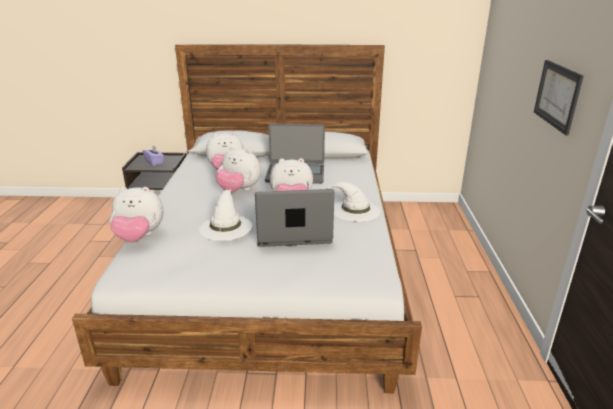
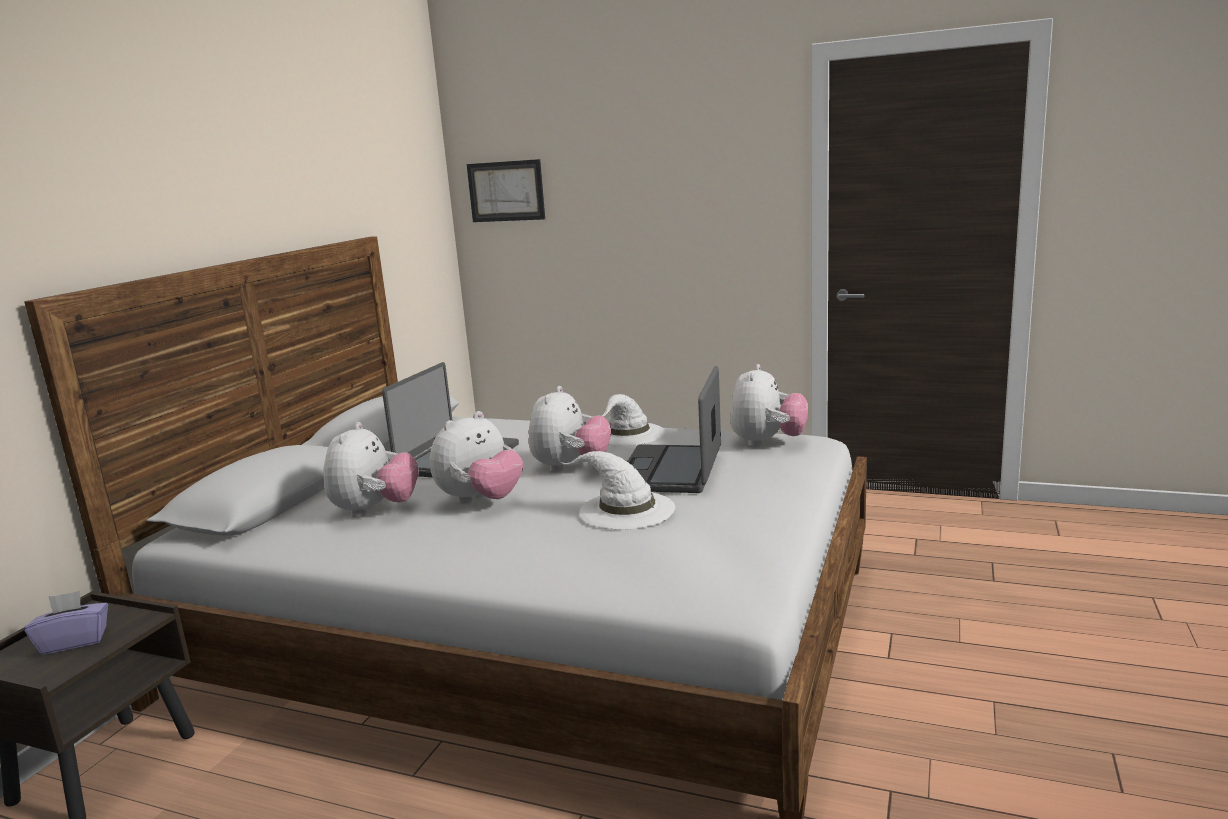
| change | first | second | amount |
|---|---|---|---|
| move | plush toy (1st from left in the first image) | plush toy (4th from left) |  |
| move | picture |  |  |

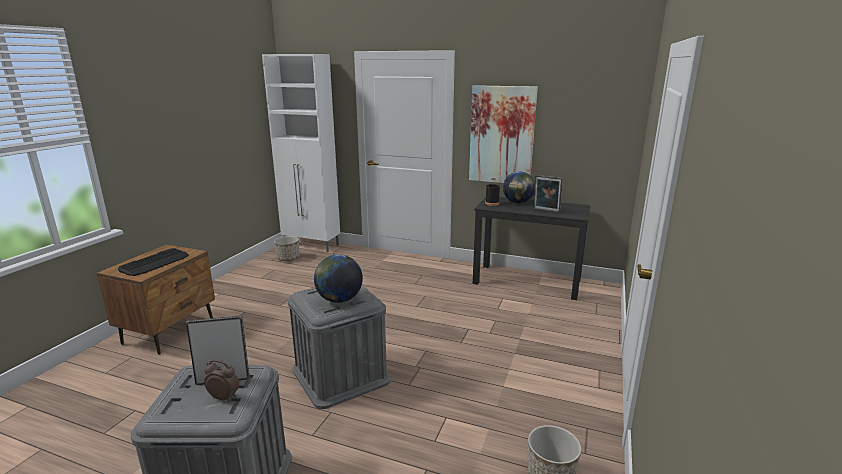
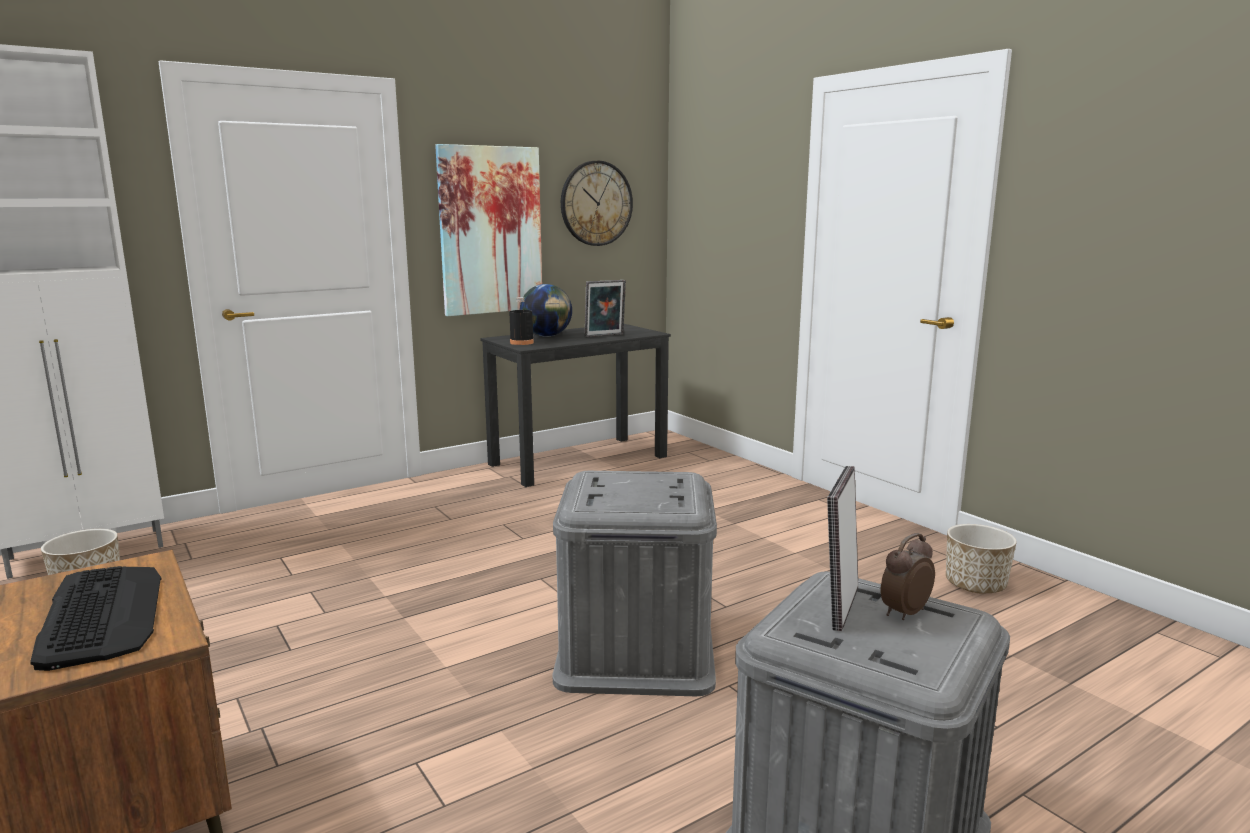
| change | first | second | amount |
|---|---|---|---|
| delete | globe (1st from left) |  |  |
| insert |  | wall clock |  |

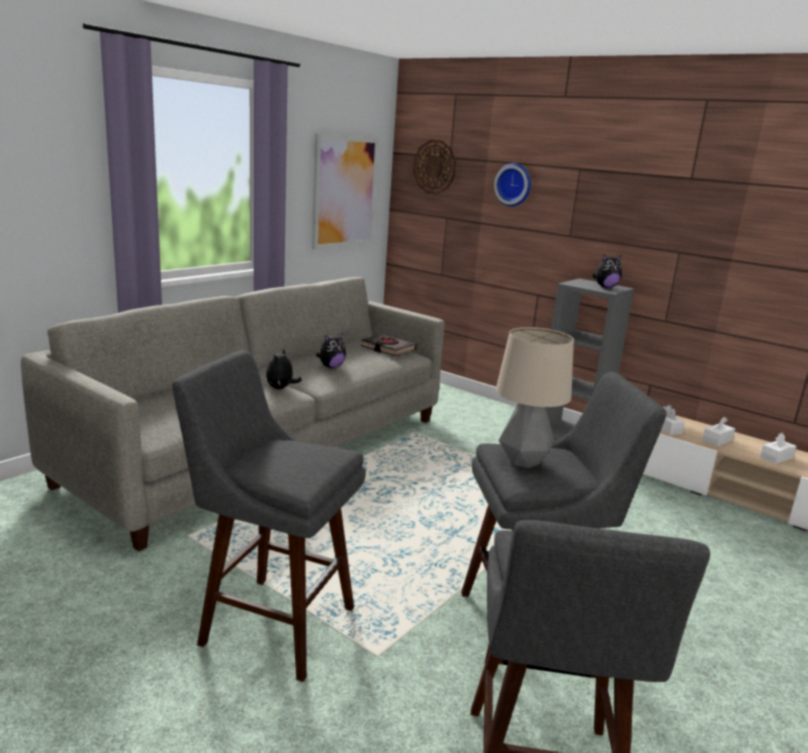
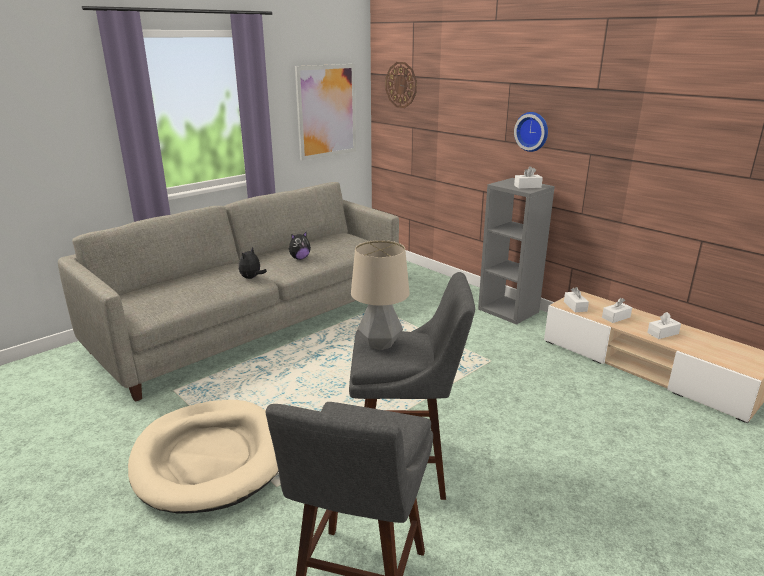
| change | first | second | amount |
|---|---|---|---|
| delete | book (black) |  |  |
| move | wall clock (2nd from left) |  |  |
| replace | stool (grey) (1st from left) | dog bed (beige) |  |
| replace | plush toy (3rd from left) | tissue box (white) (1st from left) |  |

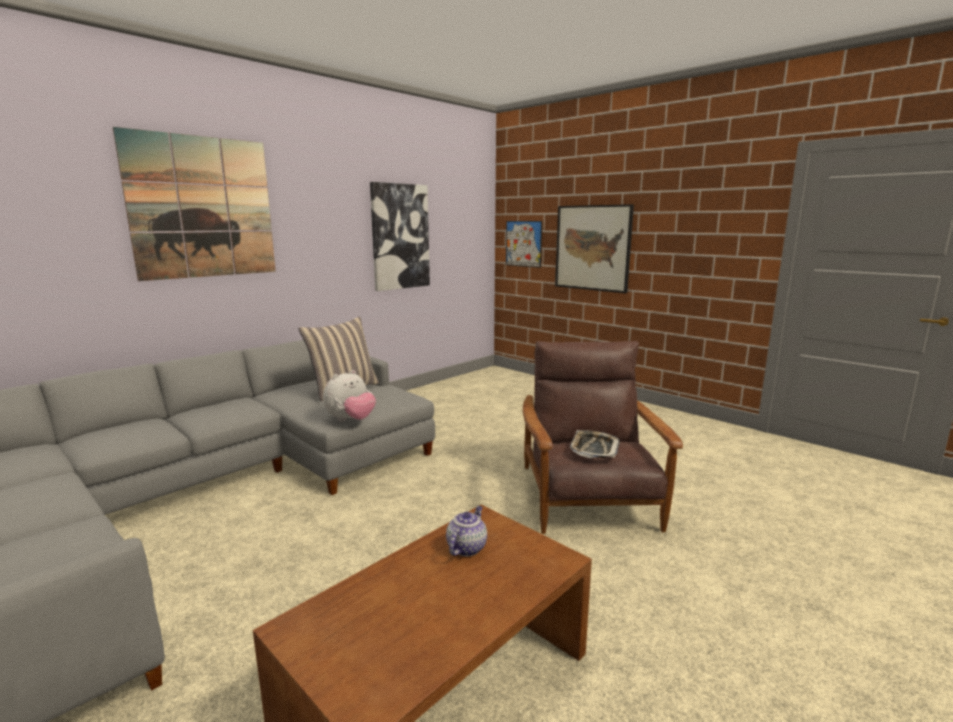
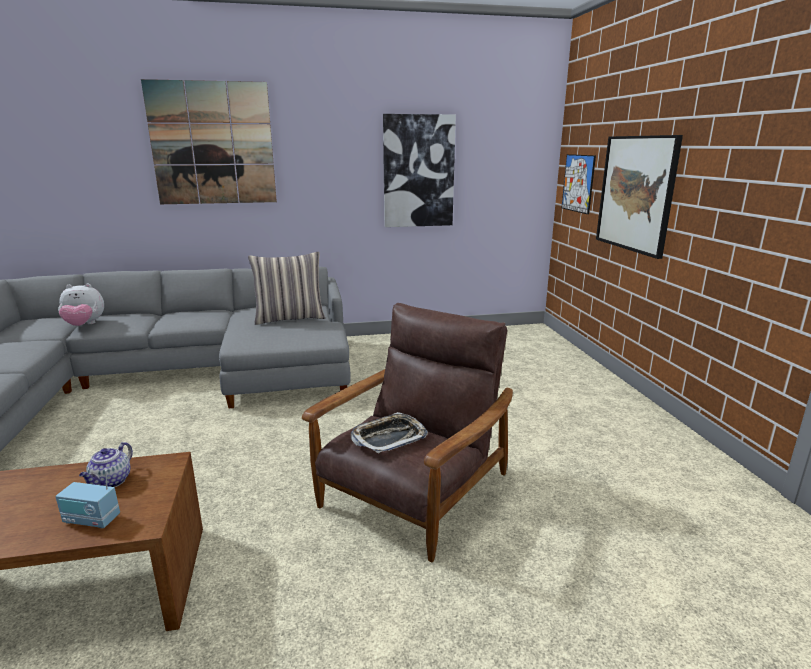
| change | first | second | amount |
|---|---|---|---|
| insert |  | radio |  |
| move | plush toy |  |  |
| rotate | teapot |  | 135 degrees clockwise |

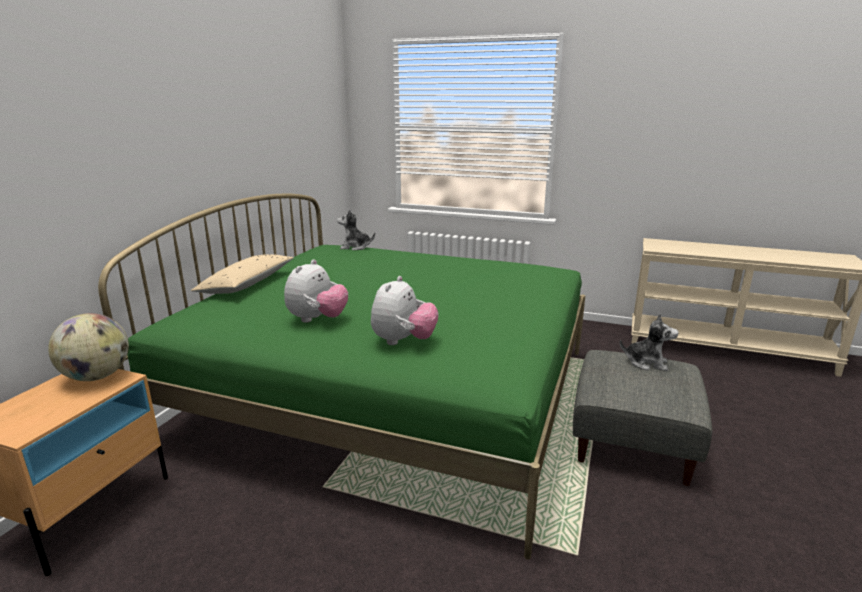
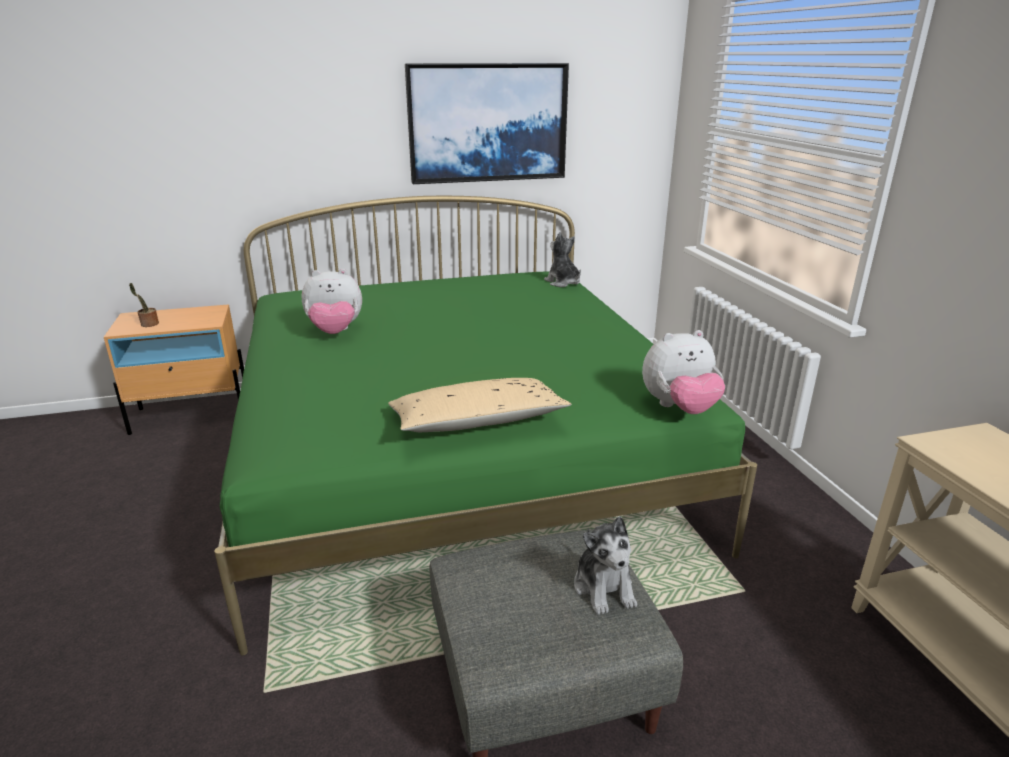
| change | first | second | amount |
|---|---|---|---|
| delete | globe |  |  |
| insert |  | potted plant |  |
| insert |  | picture |  |
| move | pillow (beige) |  |  |
| move | plush toy (3rd from left in the first image) | plush toy (4th from left) |  |

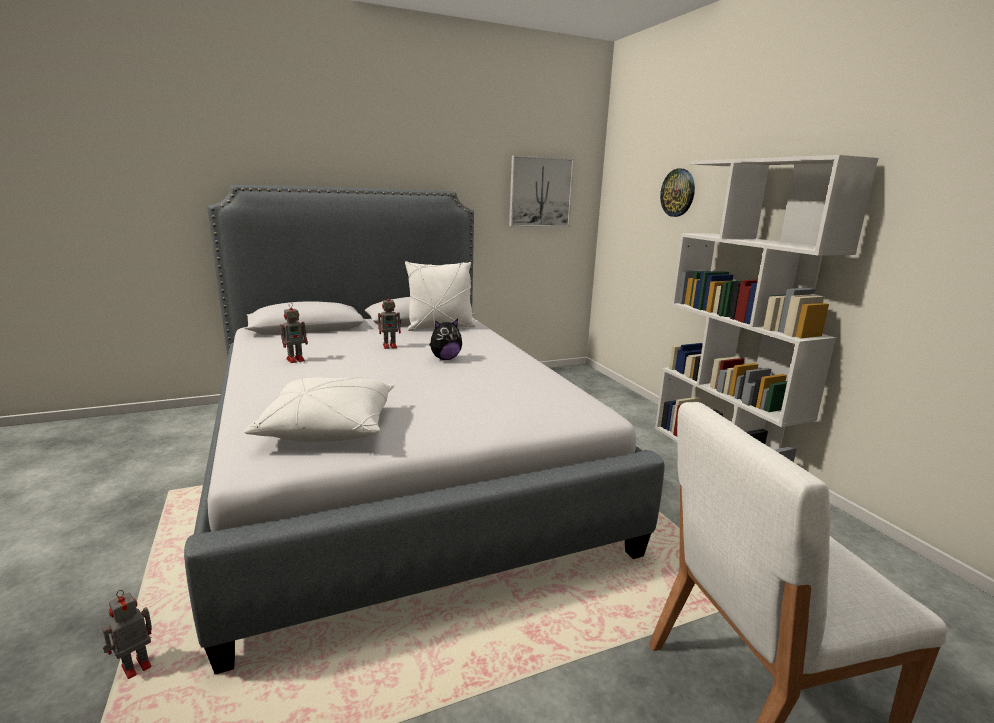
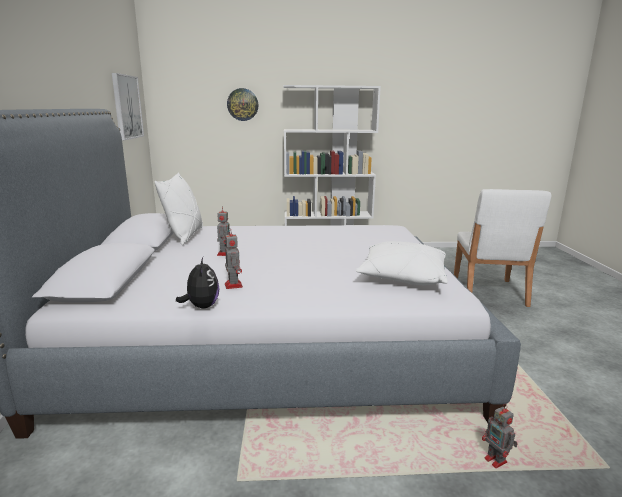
| change | first | second | amount |
|---|---|---|---|
| move | plush toy |  |  |

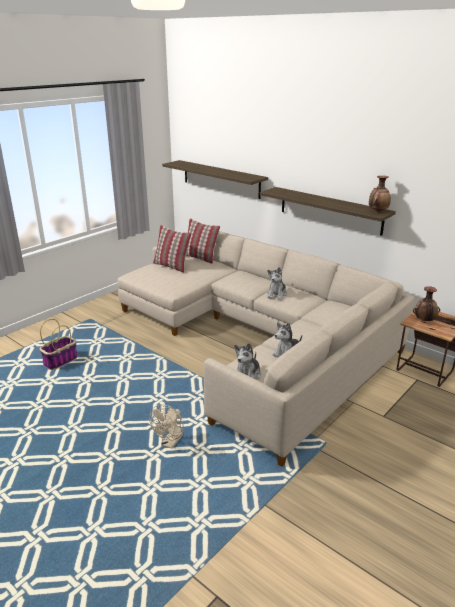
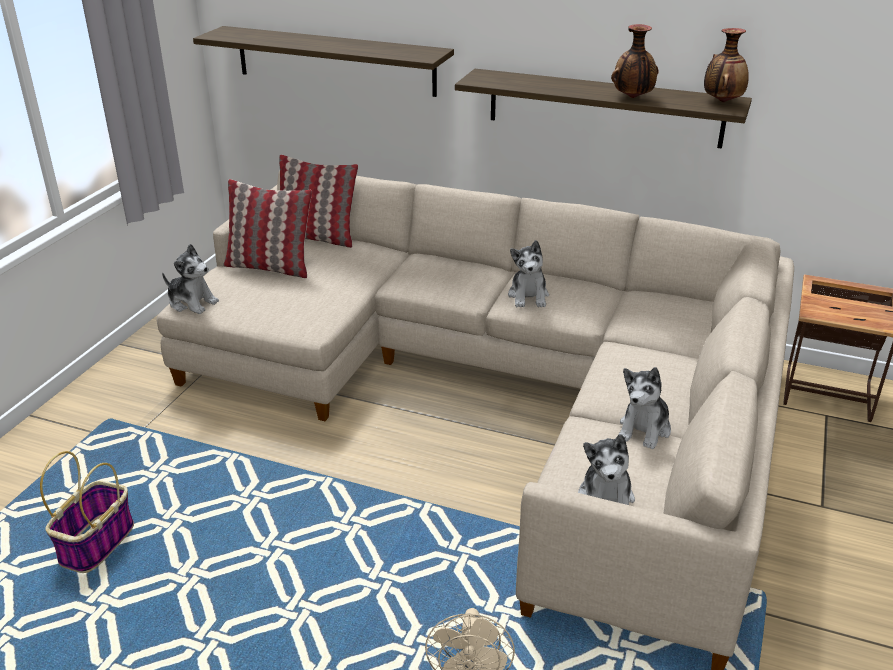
| change | first | second | amount |
|---|---|---|---|
| insert |  | plush toy (1st from left) |  |
| move | vase (2nd from left in the first image) | vase (1st from left) |  |

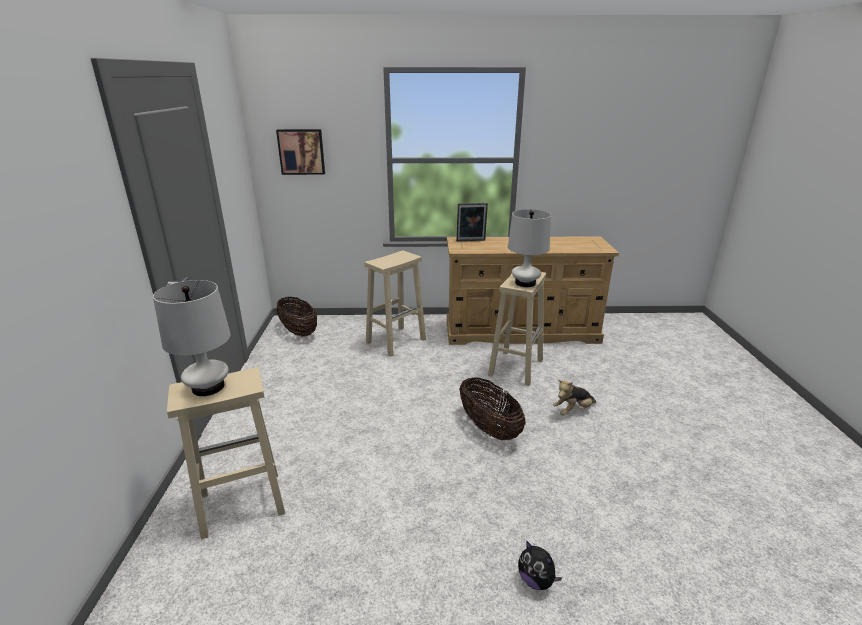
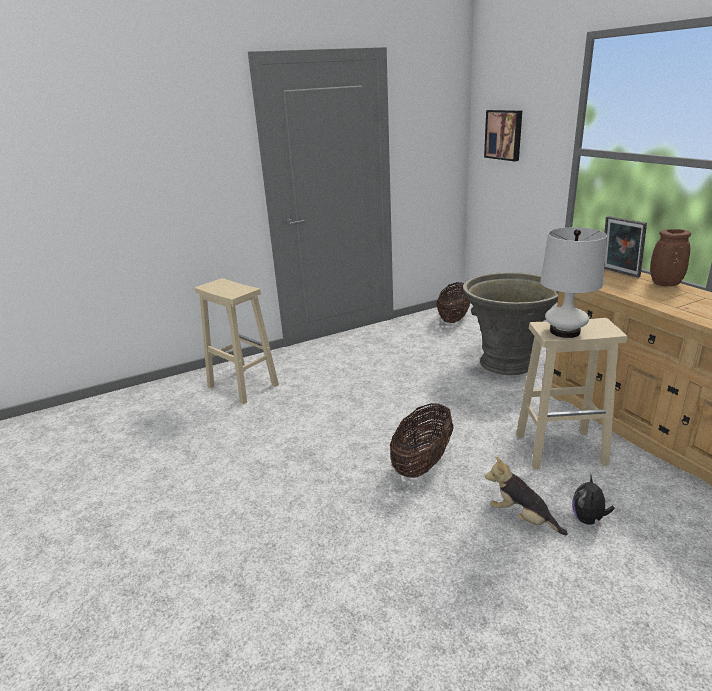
| change | first | second | amount |
|---|---|---|---|
| delete | table lamp (white) (1st from left) |  |  |
| insert |  | vase (brown) |  |
| move | plush toy (1st from left in the first image) | plush toy (2nd from left) |  |
| replace | stool (beige) (2nd from left) | planter (grey) |  |

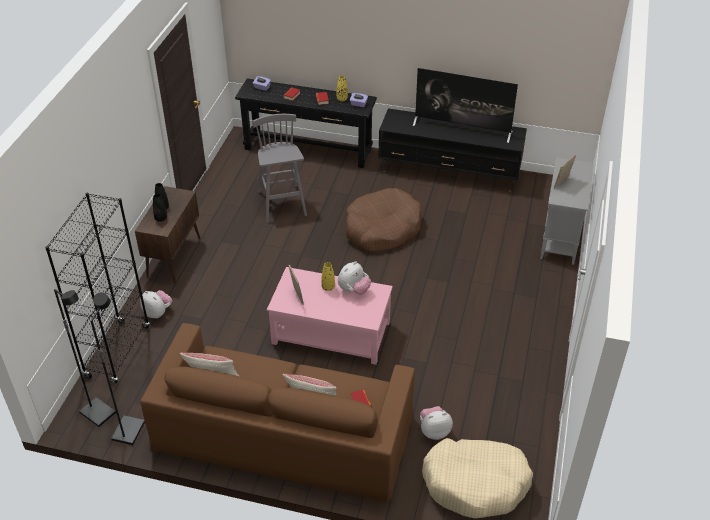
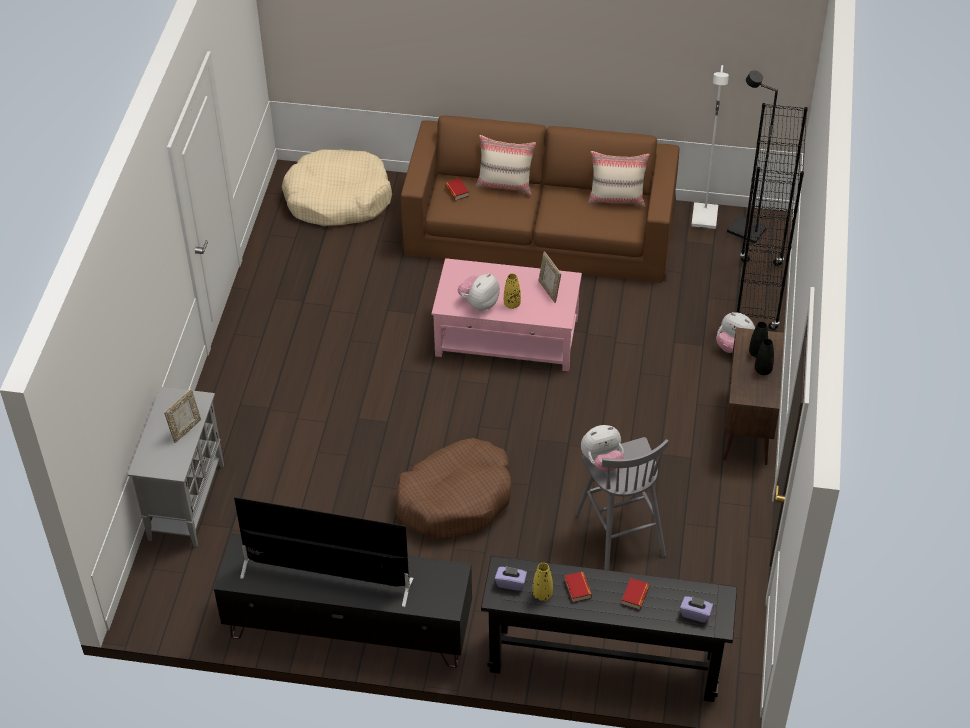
| change | first | second | amount |
|---|---|---|---|
| move | plush toy (3rd from left in the first image) | plush toy (2nd from left) |  |
| recolor | floor lamp (black) (2nd from left) | floor lamp (white) |  |

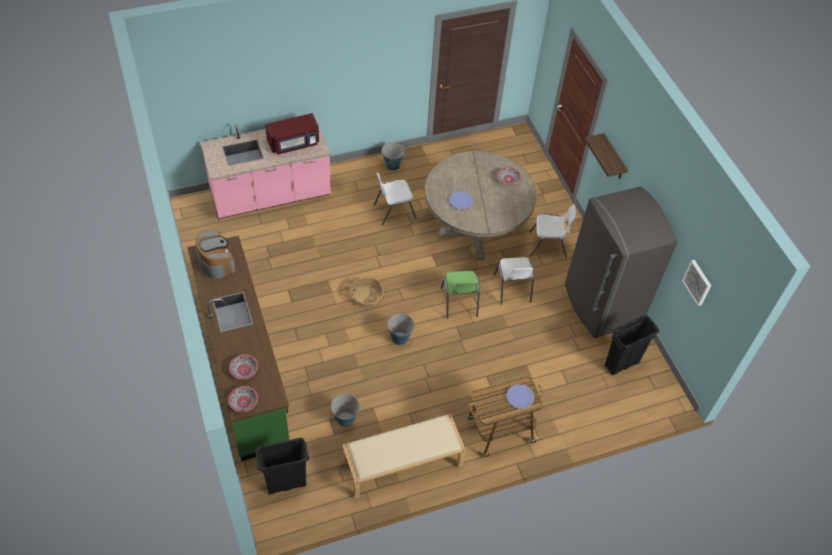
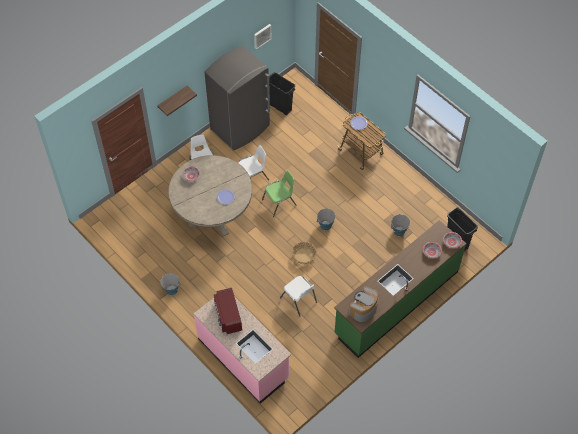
| change | first | second | amount |
|---|---|---|---|
| delete | bench (beige) |  |  |
| move | chair (white) (1st from left in the first image) | chair (white) (3rd from left) |  |
| rotate | microwave (red) |  | 150 degrees counterclockwise |

